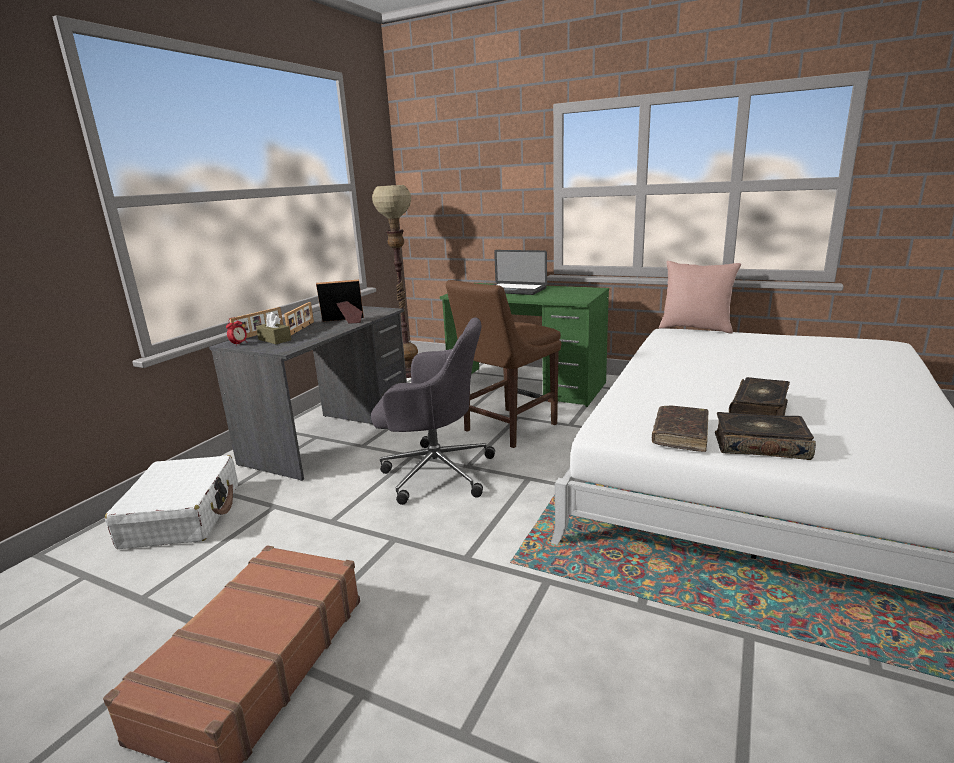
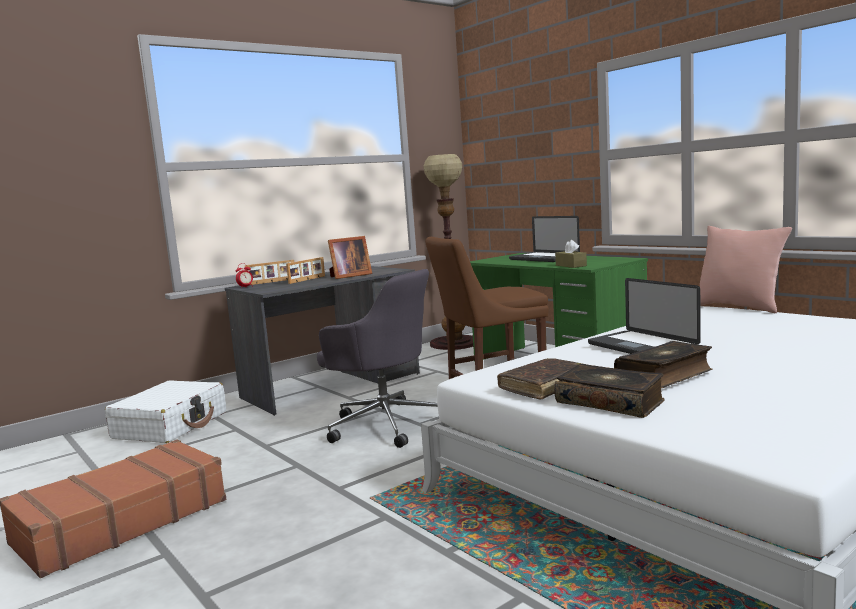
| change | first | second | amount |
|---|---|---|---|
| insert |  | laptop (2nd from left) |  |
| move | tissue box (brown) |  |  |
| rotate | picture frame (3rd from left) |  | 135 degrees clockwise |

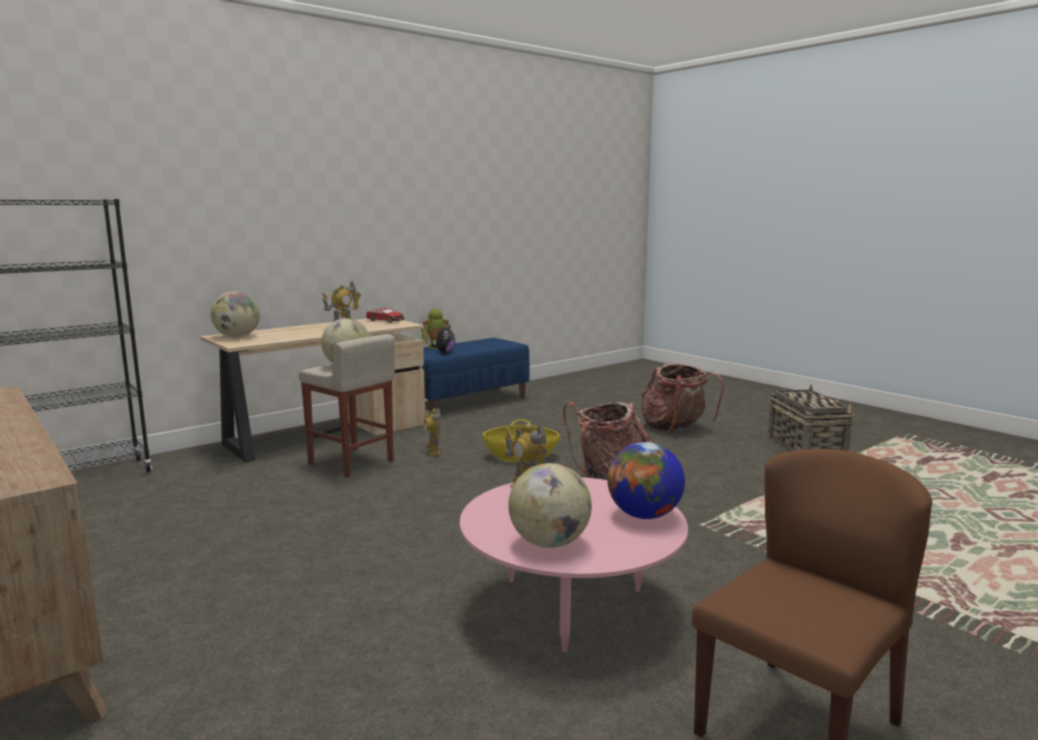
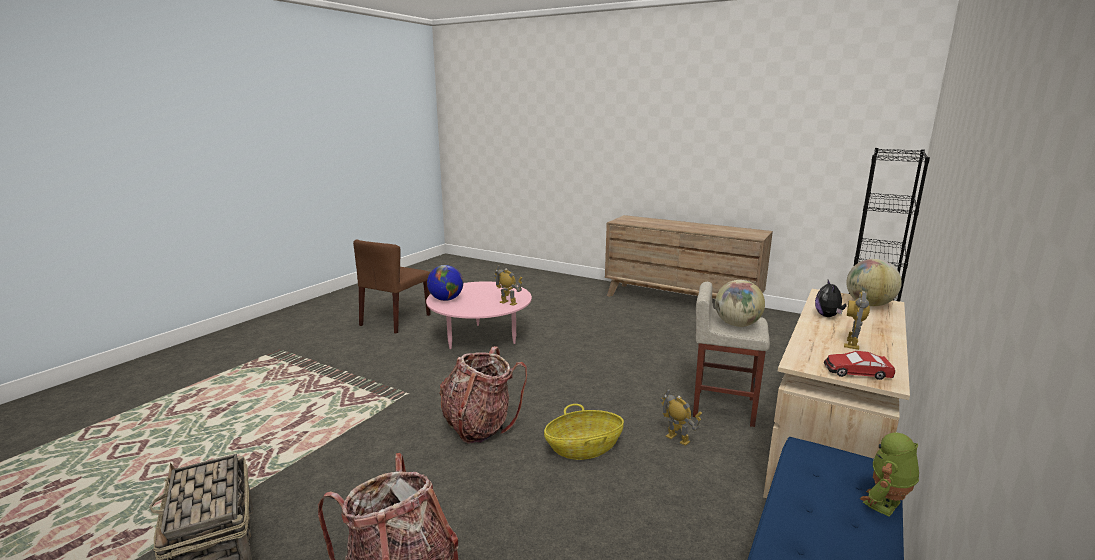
| change | first | second | amount |
|---|---|---|---|
| delete | globe (3rd from left) |  |  |
| move | plush toy |  |  |

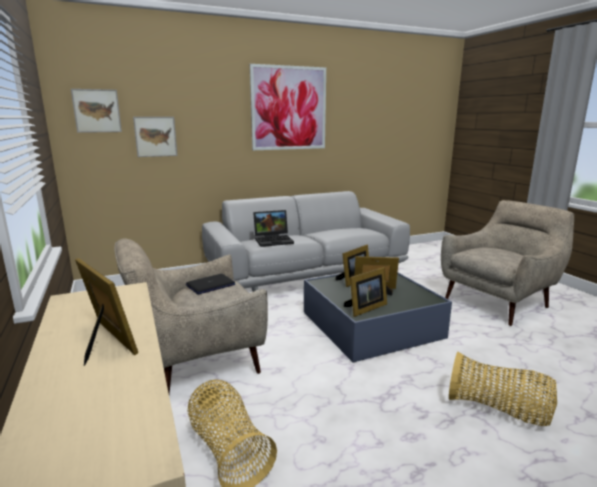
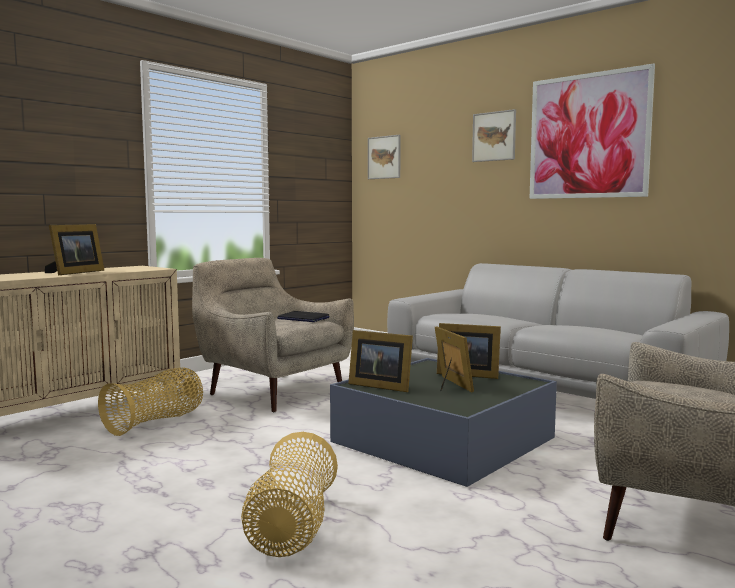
| change | first | second | amount |
|---|---|---|---|
| delete | laptop (2nd from left) |  |  |
| move | picture (2nd from left) |  |  |

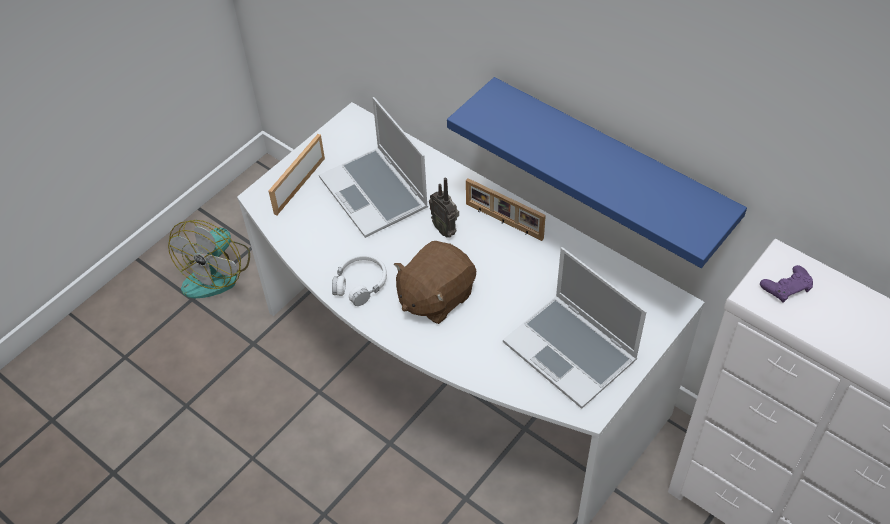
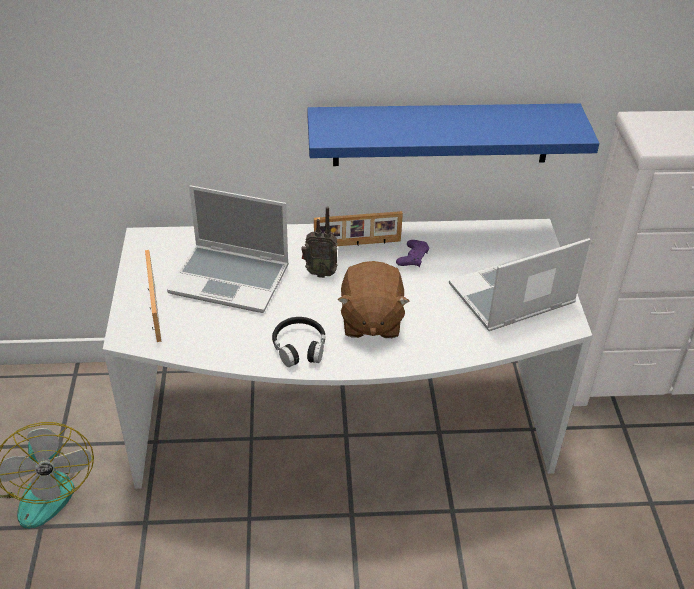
| change | first | second | amount |
|---|---|---|---|
| move | game controller (purple) |  |  |
| recolor | headphones (white) | headphones (black) |  |
| rotate | laptop (2nd from left) |  | 150 degrees clockwise |

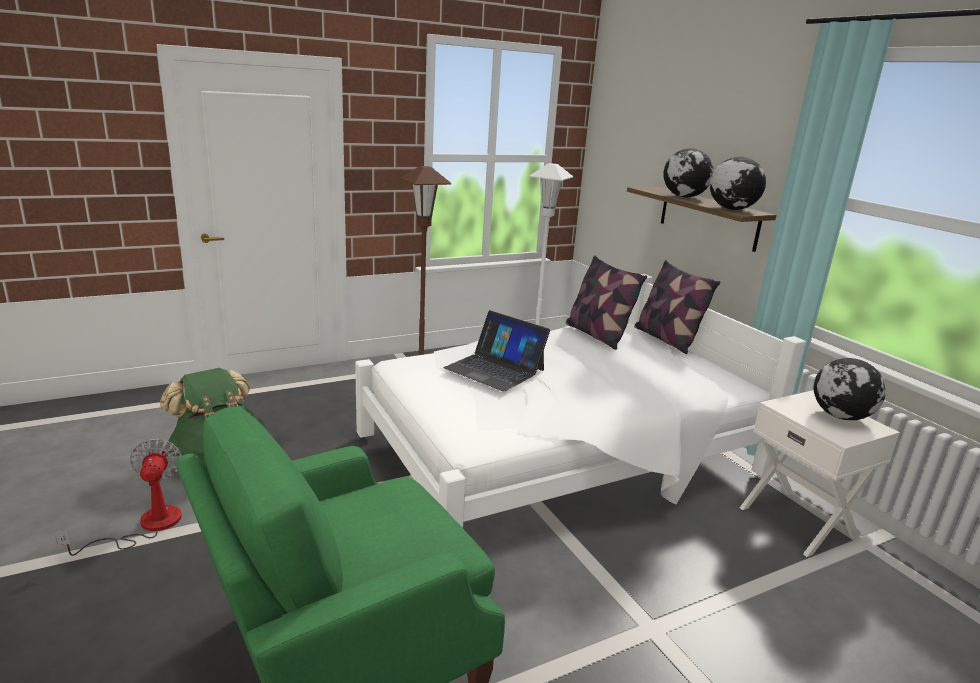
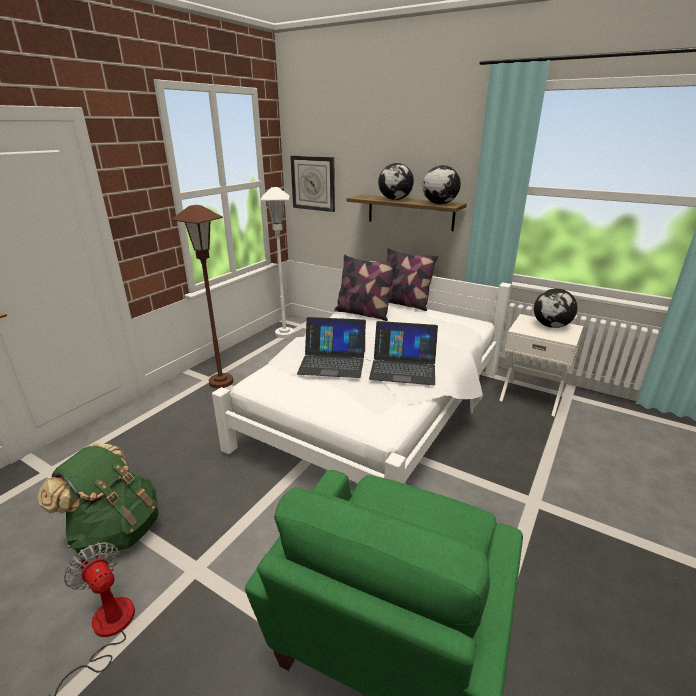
| change | first | second | amount |
|---|---|---|---|
| insert |  | wall clock |  |
| insert |  | laptop (2nd from left) |  |

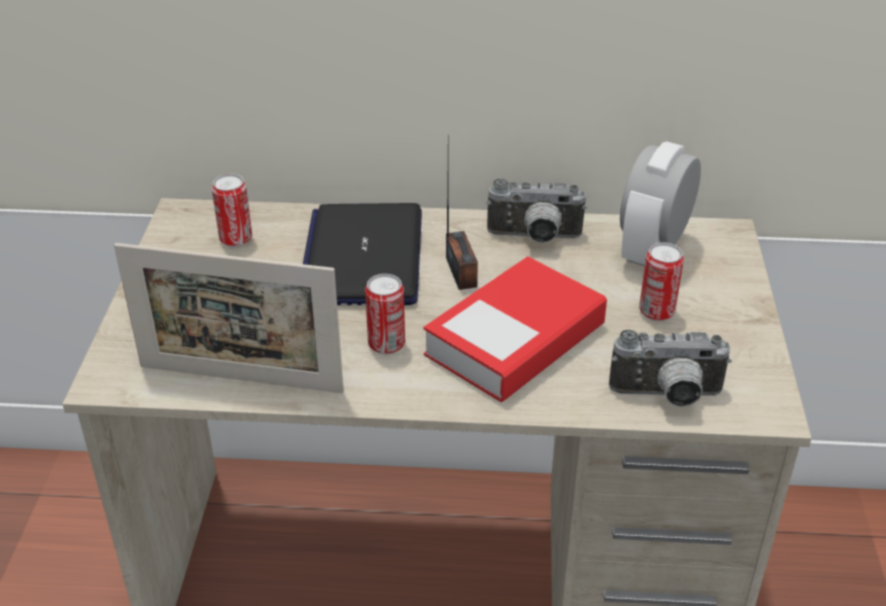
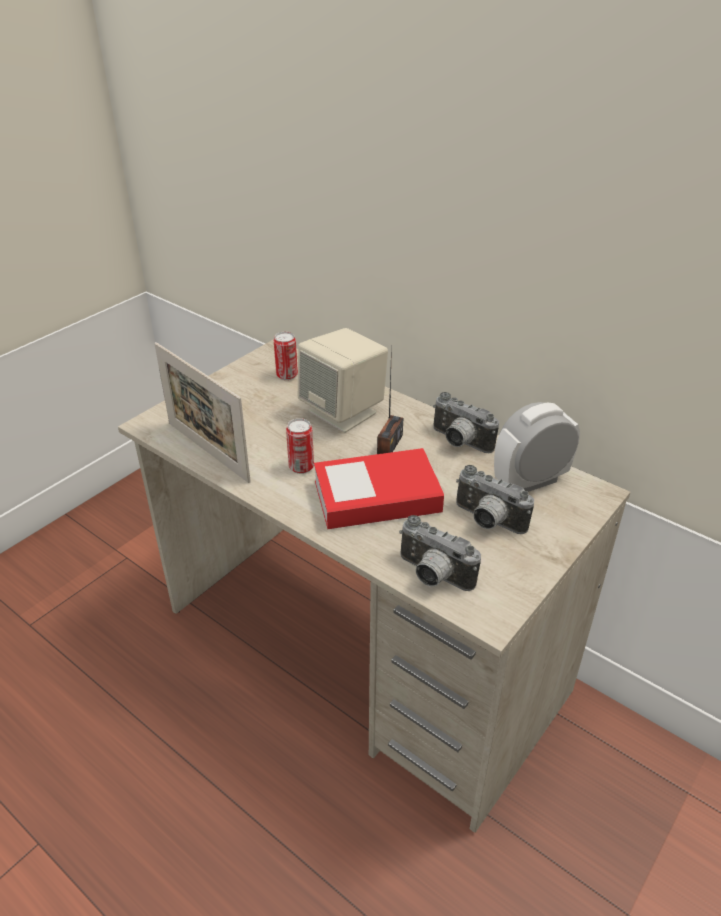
| change | first | second | amount |
|---|---|---|---|
| replace | laptop | speaker (beige) |  |
| replace | can (3rd from left) | photo camera (3rd from left) |  |

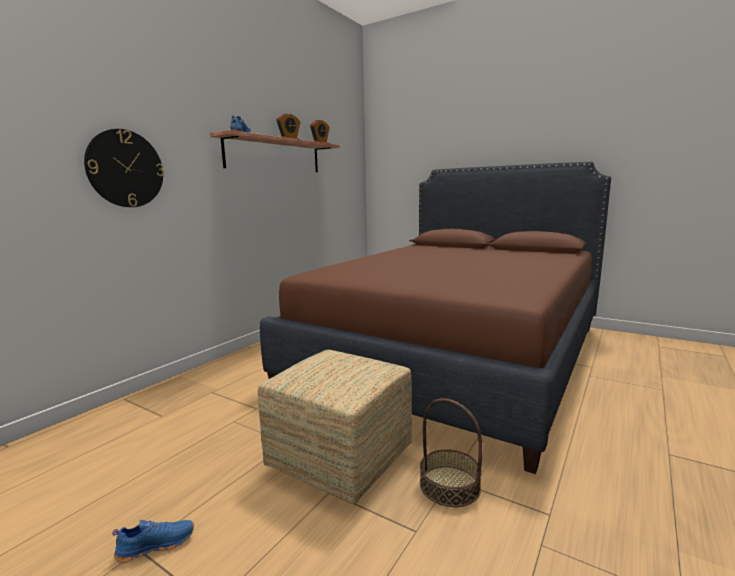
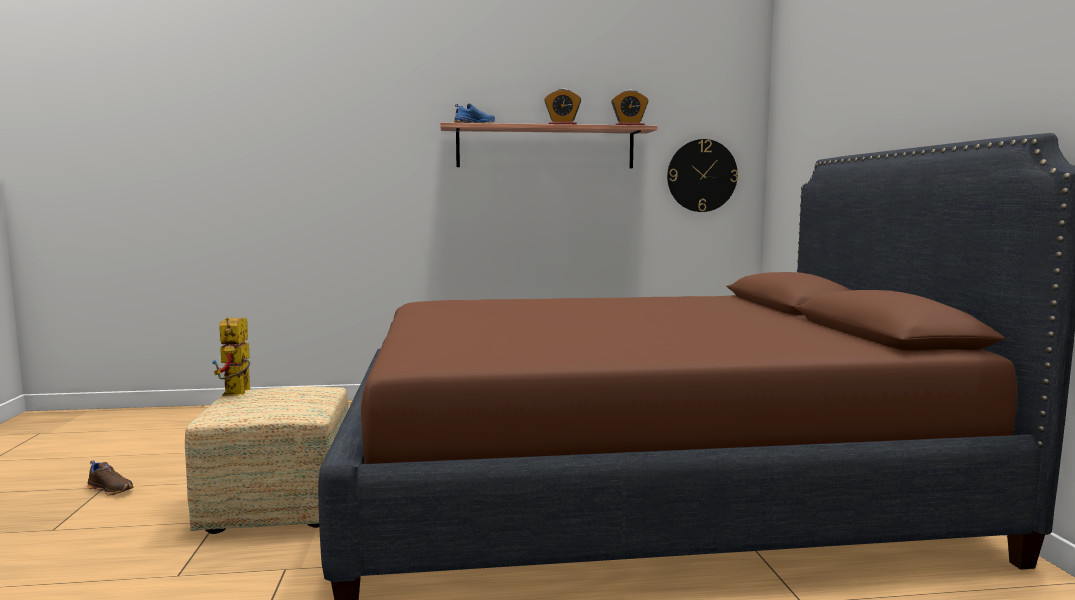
| change | first | second | amount |
|---|---|---|---|
| delete | basket |  |  |
| insert |  | toy robot |  |
| move | wall clock |  |  |
| recolor | shoe (blue) (1st from left) | shoe (brown) |  |

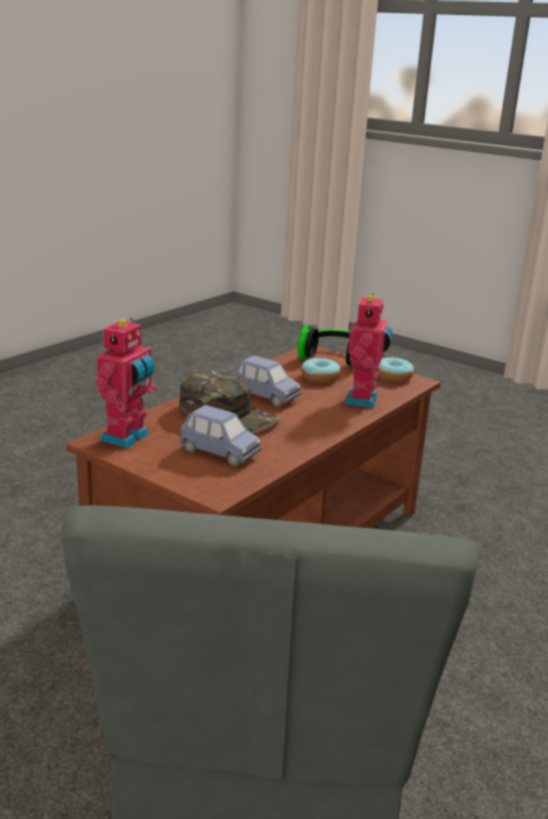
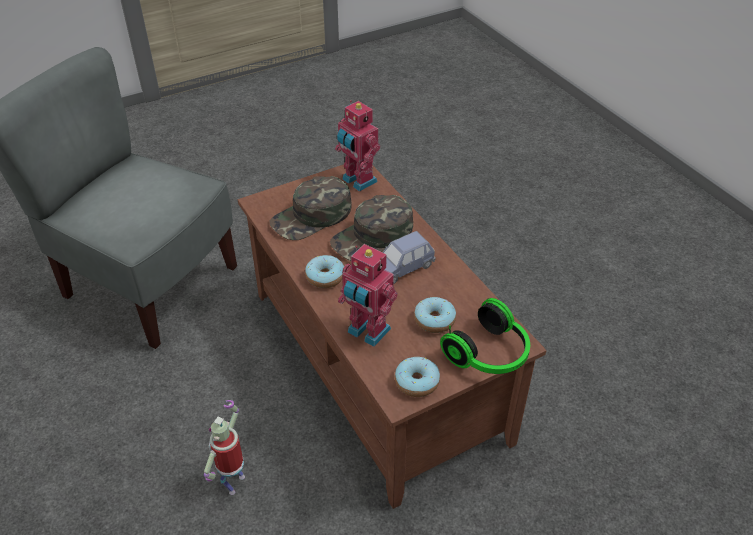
| change | first | second | amount |
|---|---|---|---|
| insert |  | toy robot (1st from left) |  |
| insert |  | donut (1st from left) |  |
| replace | toy car (blue) (1st from left) | cap (green) (1st from left) |  |

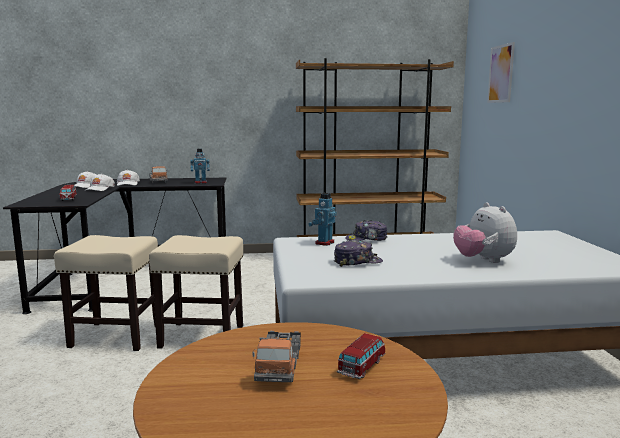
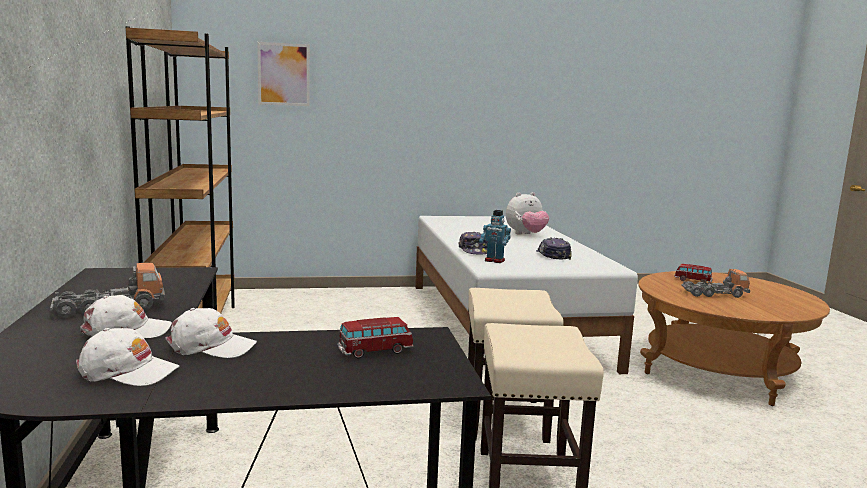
| change | first | second | amount |
|---|---|---|---|
| delete | toy robot (1st from left) |  |  |

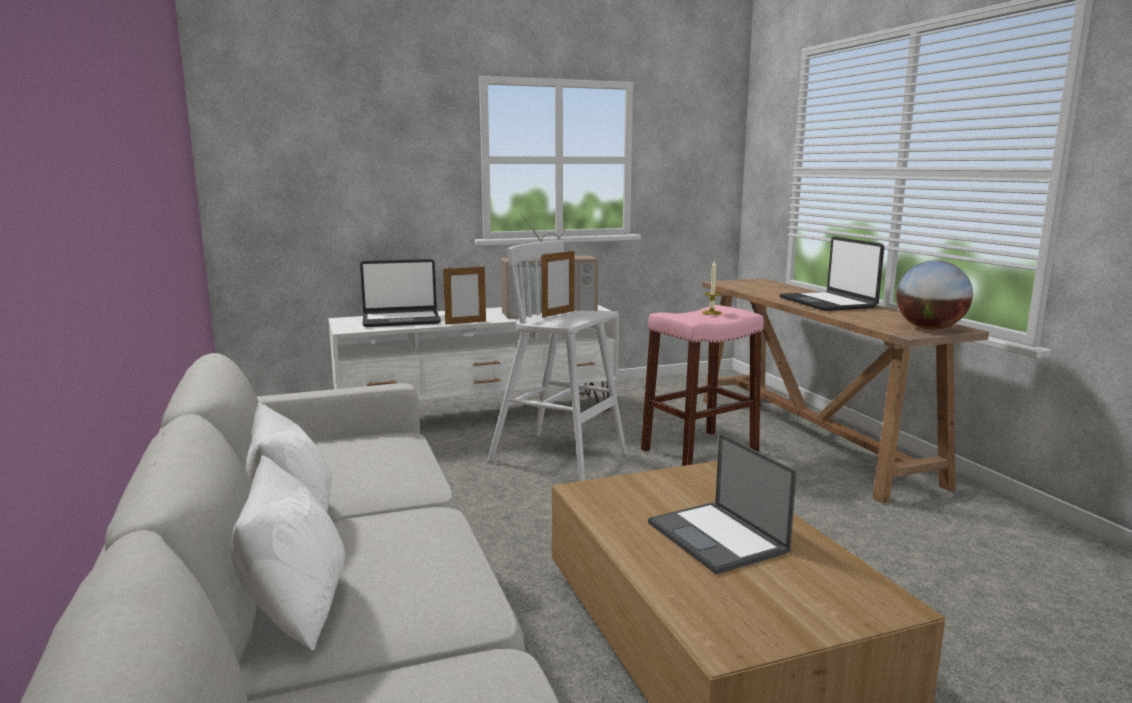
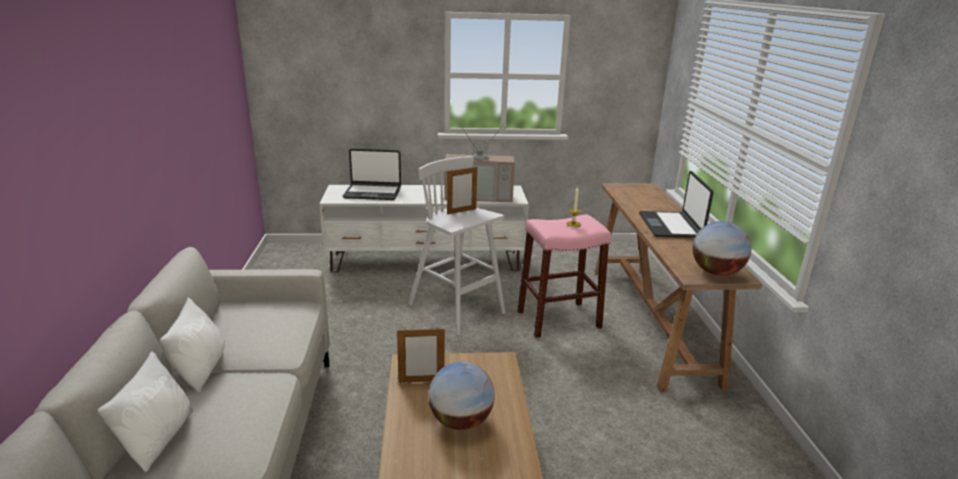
| change | first | second | amount |
|---|---|---|---|
| move | picture frame (1st from left) |  |  |
| replace | laptop (2nd from left) | globe (1st from left) |  |

